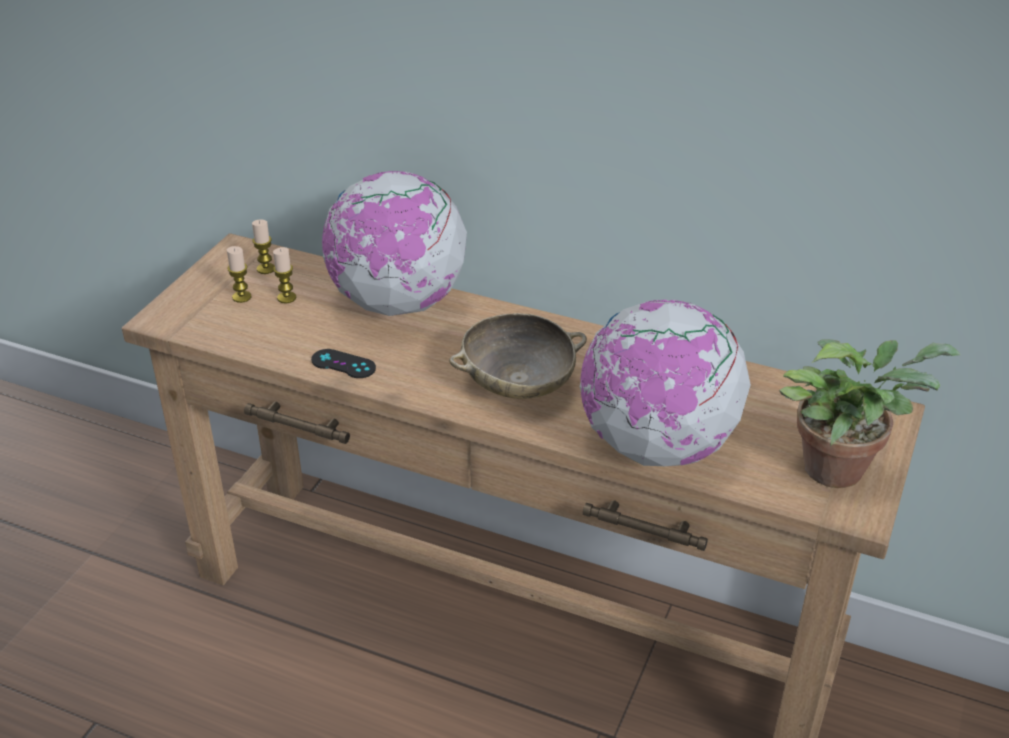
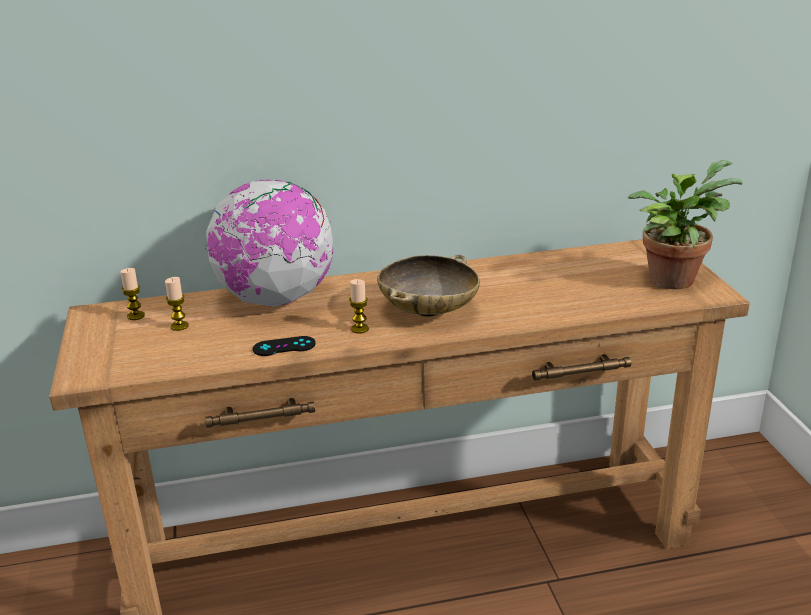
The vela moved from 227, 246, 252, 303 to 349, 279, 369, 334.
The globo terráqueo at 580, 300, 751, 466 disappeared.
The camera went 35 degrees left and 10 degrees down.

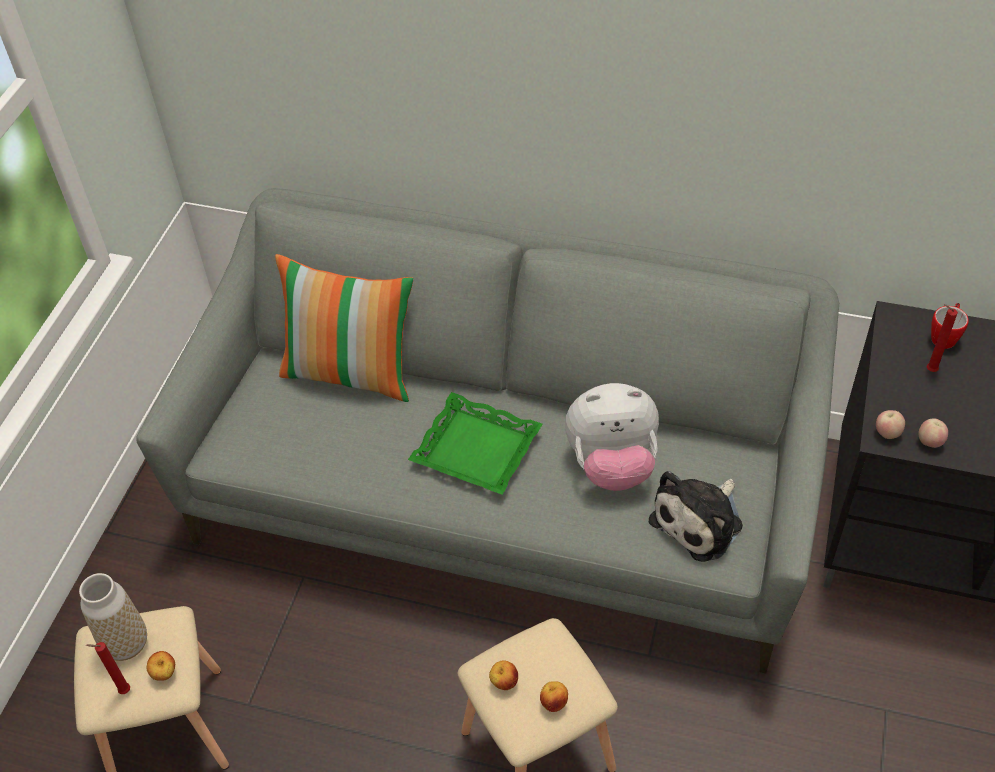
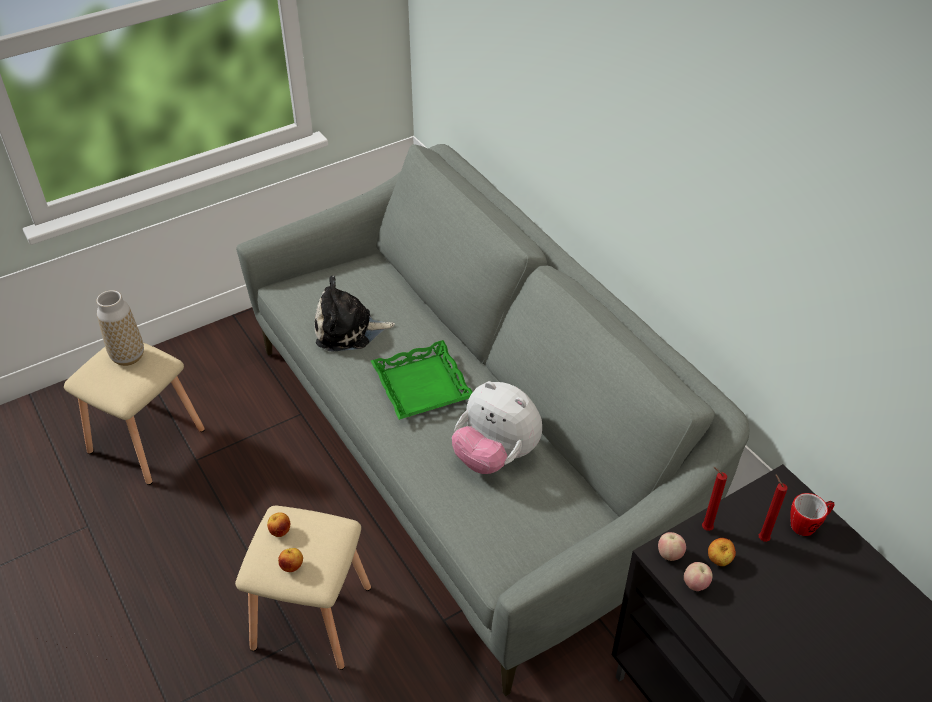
The cojín at 275, 254, 414, 402 disappeared.
The peluche moved from 649, 471, 743, 562 to 315, 275, 395, 352.
The vela [rojo] moved from 86, 642, 130, 694 to 702, 467, 727, 531.
The manzana moved from 147, 651, 175, 680 to 708, 538, 736, 566.
The camera went 40 degrees right and 5 degrees down.

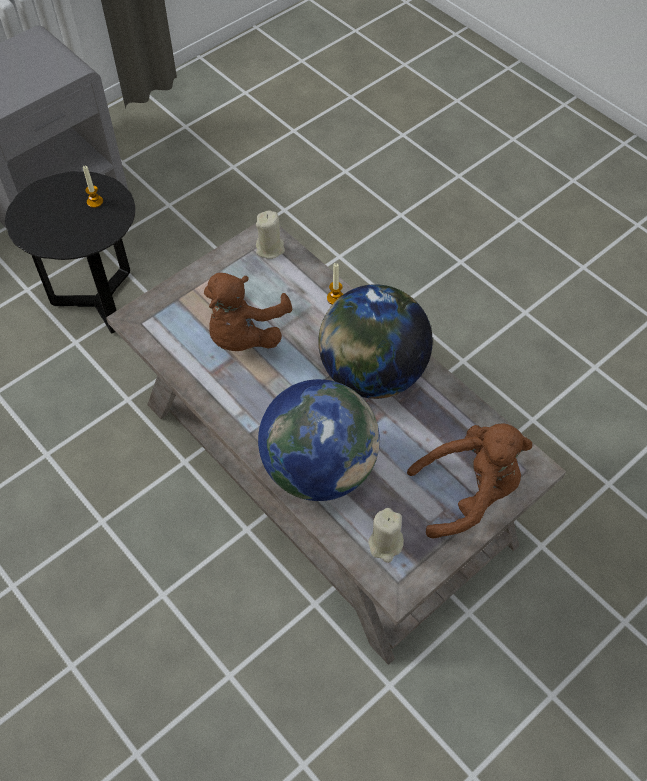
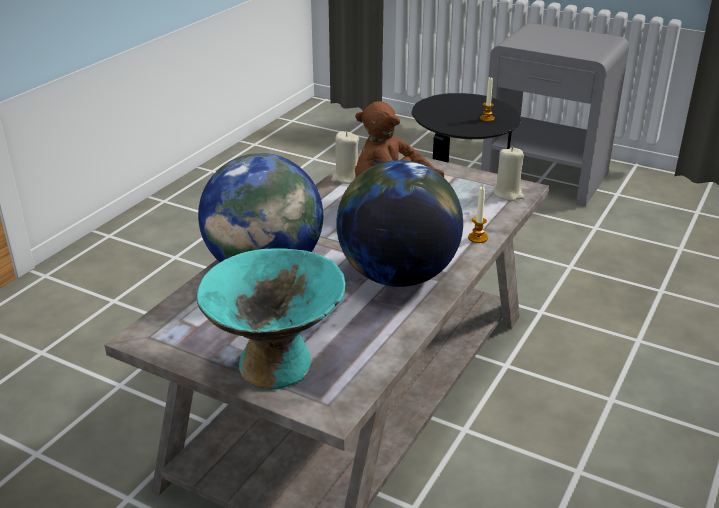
The peluche [marrón] at 407, 423, 532, 538 was replaced by the cuenco [turquesa] at 197, 248, 345, 390.
The vela [beis] moved from 368, 508, 404, 563 to 331, 131, 359, 184.
The camera went 70 degrees right and 25 degrees down.

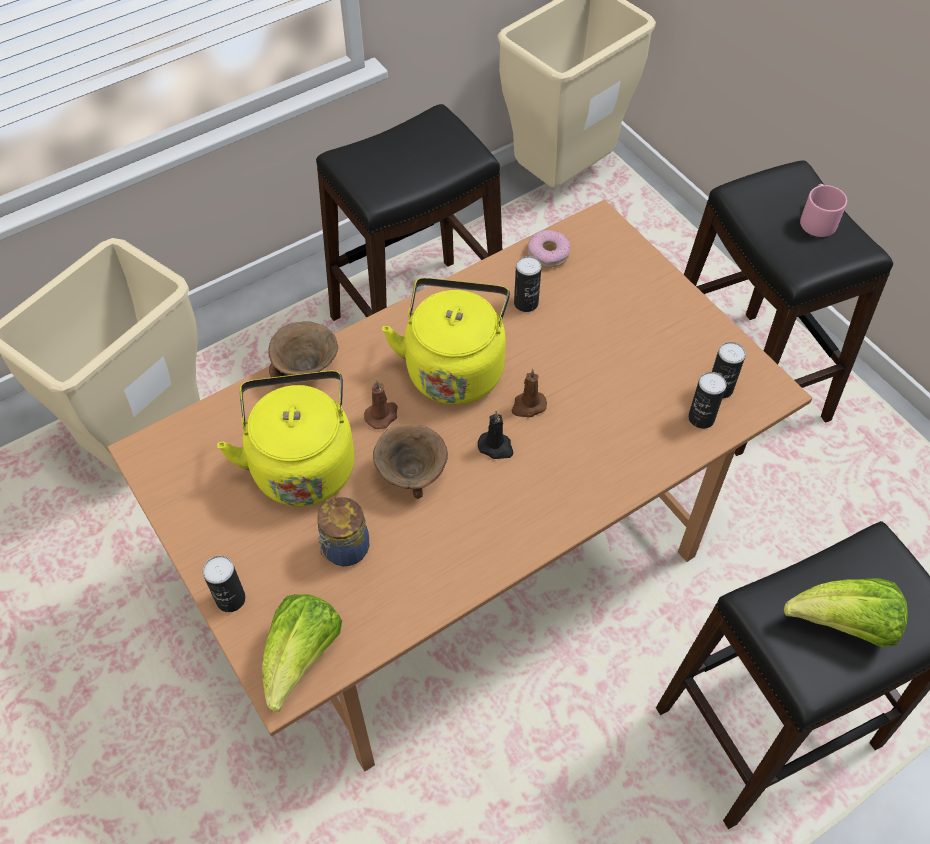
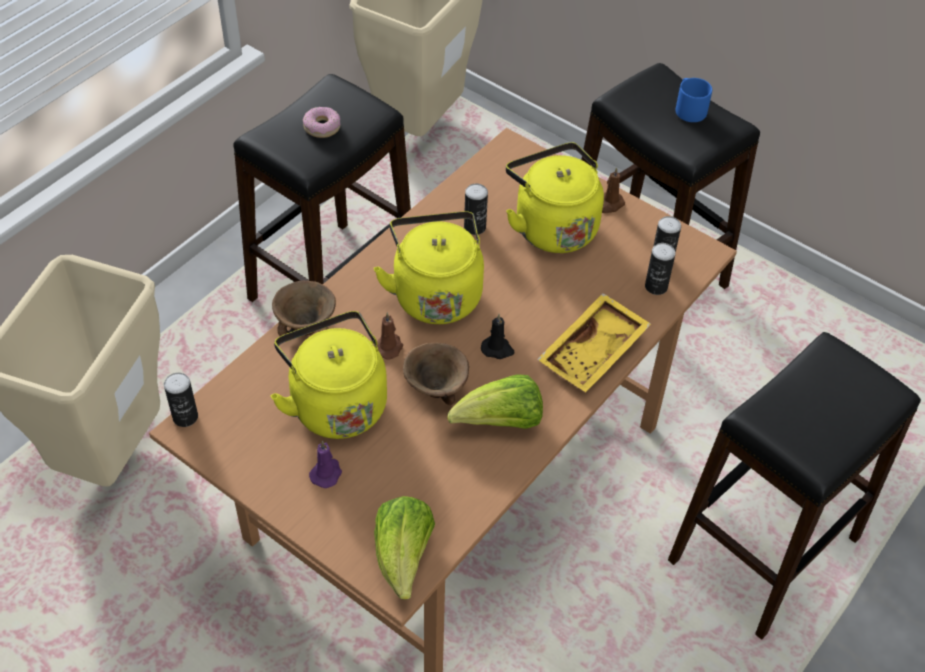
The taza grande [rosa] at 800, 184, 847, 237 became the taza grande [azul] at 676, 78, 712, 122.
The rosquilla moved from 528, 230, 570, 268 to 303, 107, 340, 138.
The vela [marrón] moved from 511, 369, 547, 418 to 602, 167, 625, 213.
The tarro at 317, 497, 369, 566 disappeared.
The lata moved from 203, 556, 246, 612 to 164, 373, 198, 427.
The lechuga moved from 784, 579, 908, 647 to 447, 374, 543, 429.
The hervidor [amarillo] at 506, 143, 604, 253 appeared.
The bandeja [amarillo] at 537, 293, 651, 392 appeared.
The vela [morado] at 309, 440, 342, 488 appeared.
The camera went 20 degrees left and 5 degrees down.

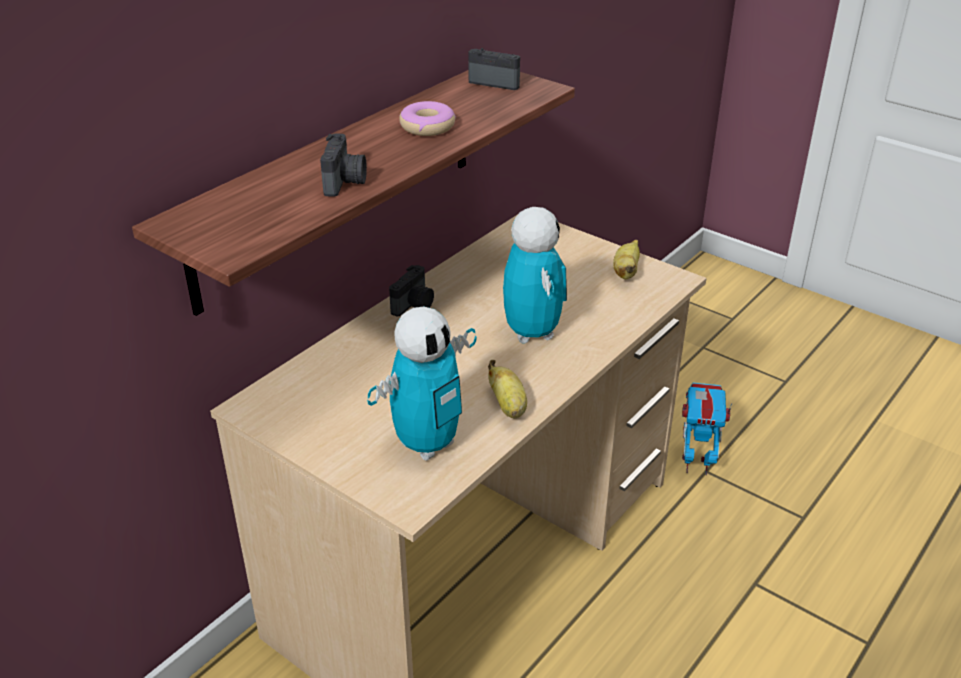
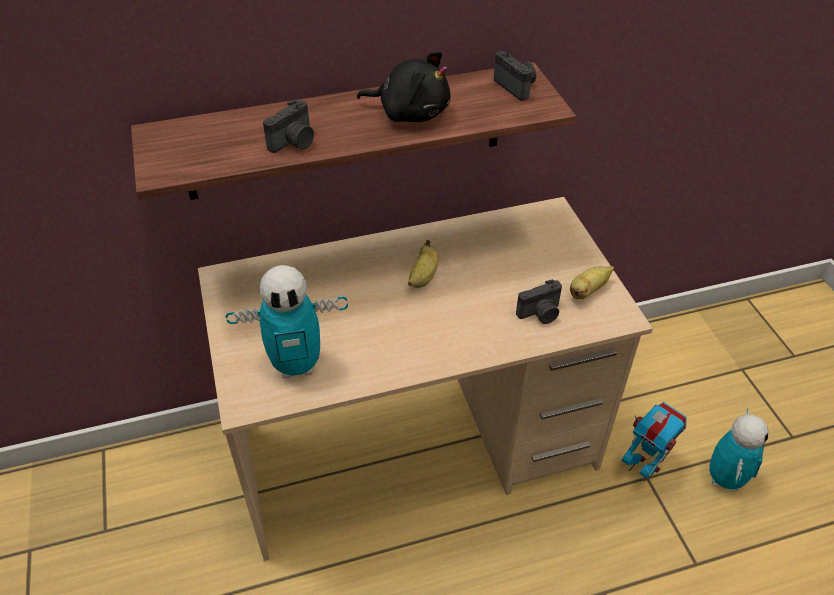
The rosquilla at 399, 101, 456, 136 was replaced by the peluche [negro] at 357, 51, 451, 122.
The robot de juguete moved from 503, 207, 567, 344 to 709, 409, 769, 491.
The cámara moved from 389, 265, 434, 317 to 516, 279, 562, 324.
The plátano moved from 488, 360, 527, 419 to 408, 240, 438, 288.
The camera went 35 degrees right and 10 degrees up.

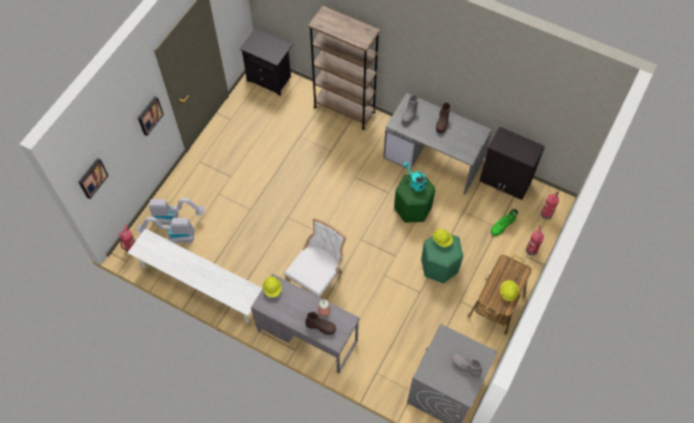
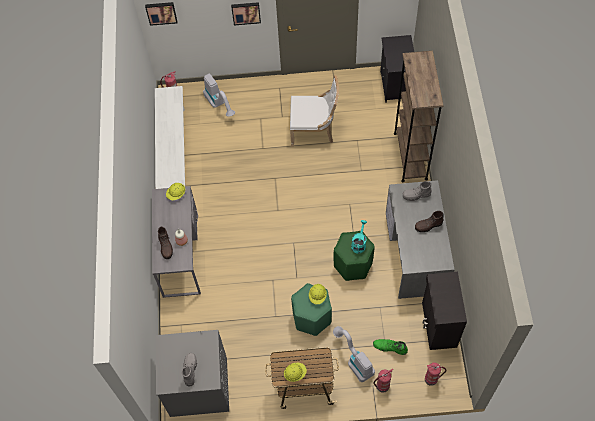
The aspiradora moved from 137, 217, 195, 243 to 333, 326, 375, 382.
The silla [blanco] moved from 284, 217, 346, 298 to 290, 75, 339, 147.
The camera went 60 degrees right and 0 degrees up.

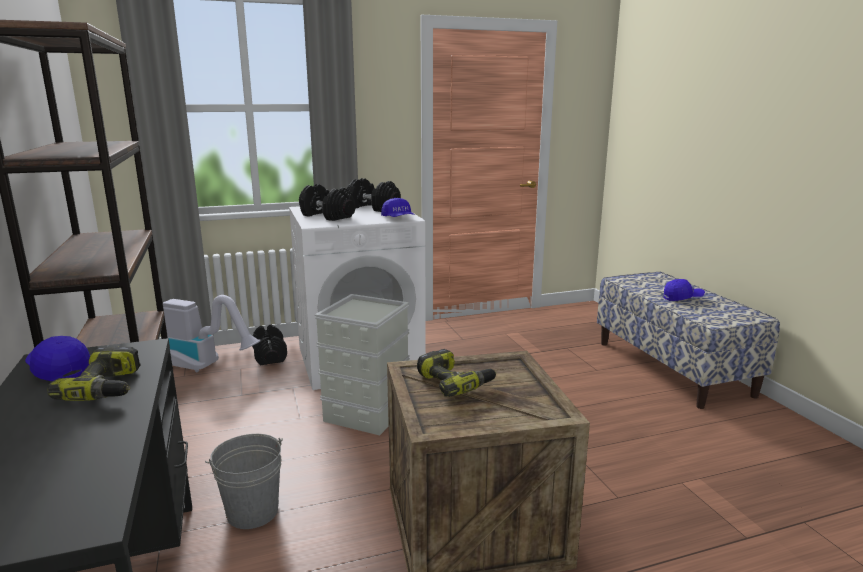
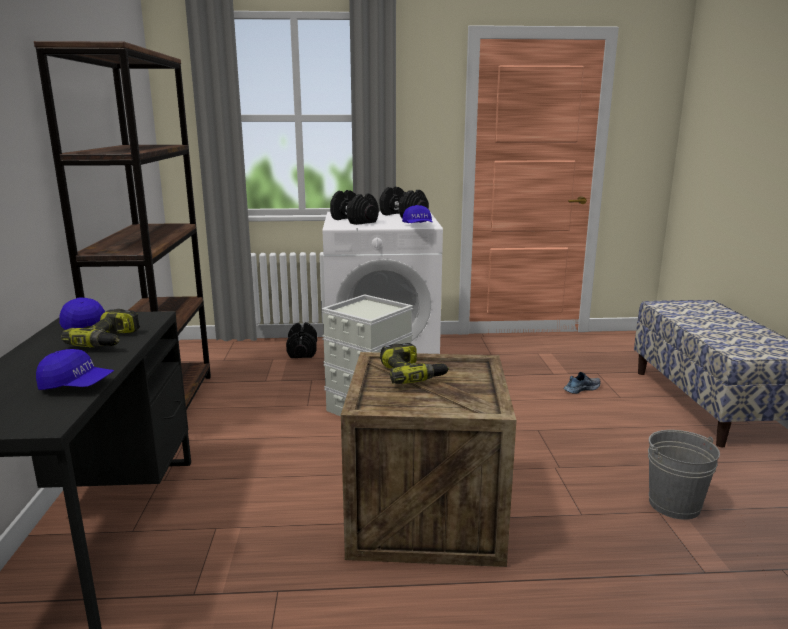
The gorra [azul] moved from 663, 279, 705, 301 to 36, 349, 114, 390.
The aspiradora at 163, 295, 261, 372 disappeared.
The cubo [gris] moved from 205, 434, 283, 529 to 648, 430, 720, 520.
The zapato at 563, 372, 601, 394 appeared.
The camera went 15 degrees right and 0 degrees up.

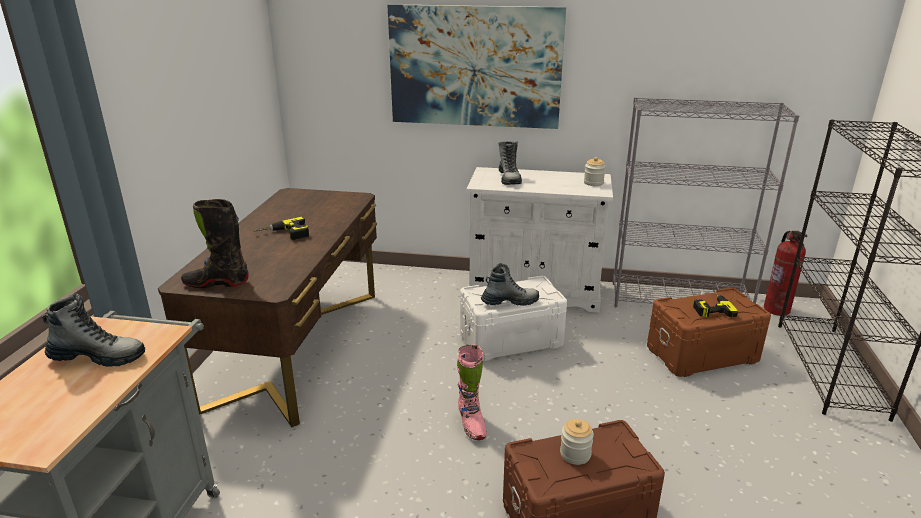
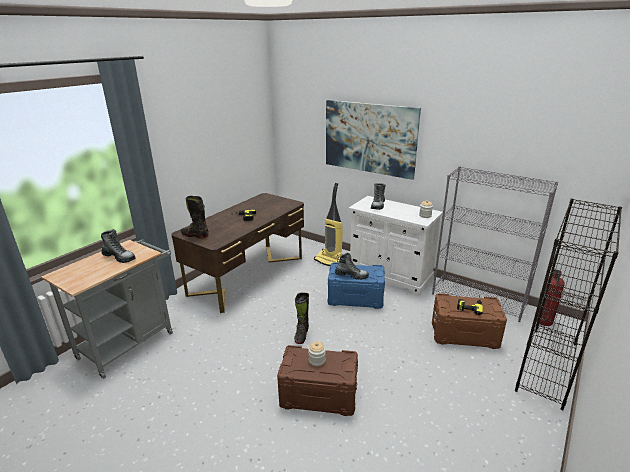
The caja de almacenaje [blanco] at 460, 276, 567, 361 became the caja de almacenaje [azul] at 328, 262, 385, 309.
The bota [rosa] at 457, 345, 487, 440 became the bota [negro] at 294, 292, 309, 344.
The aspiradora at 314, 183, 343, 266 appeared.
The camera went 25 degrees right and 0 degrees up.

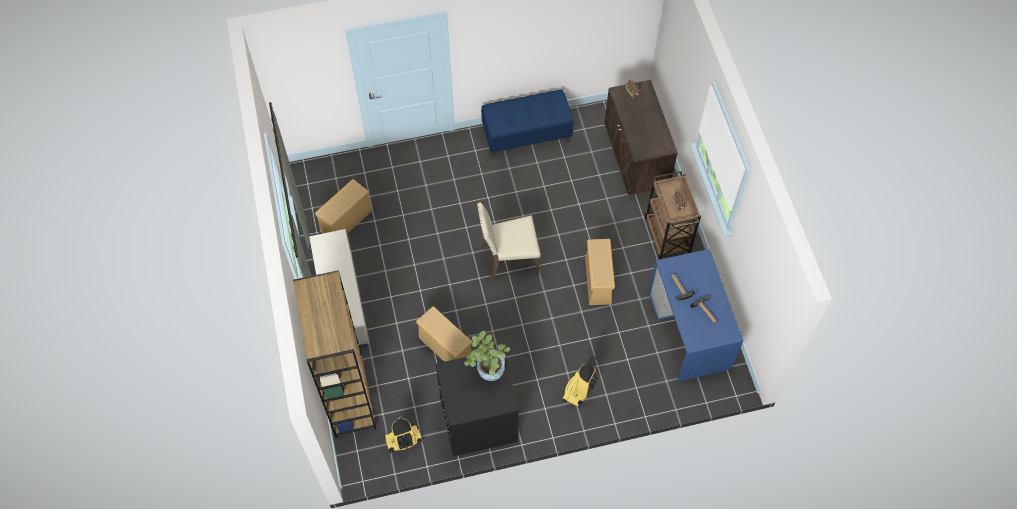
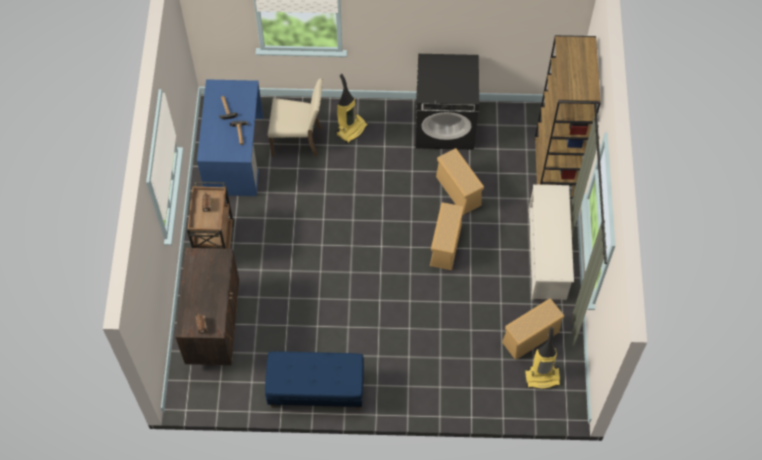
The silla [beis] moved from 477, 203, 541, 280 to 268, 78, 323, 157.
The caja de almacenaje [beis] moved from 585, 239, 615, 305 to 430, 202, 464, 270.
The planta en maceta at 464, 331, 510, 381 disappeared.
The aspiradora moved from 384, 415, 422, 454 to 525, 327, 561, 389.
The camera went 165 degrees left and 0 degrees up.

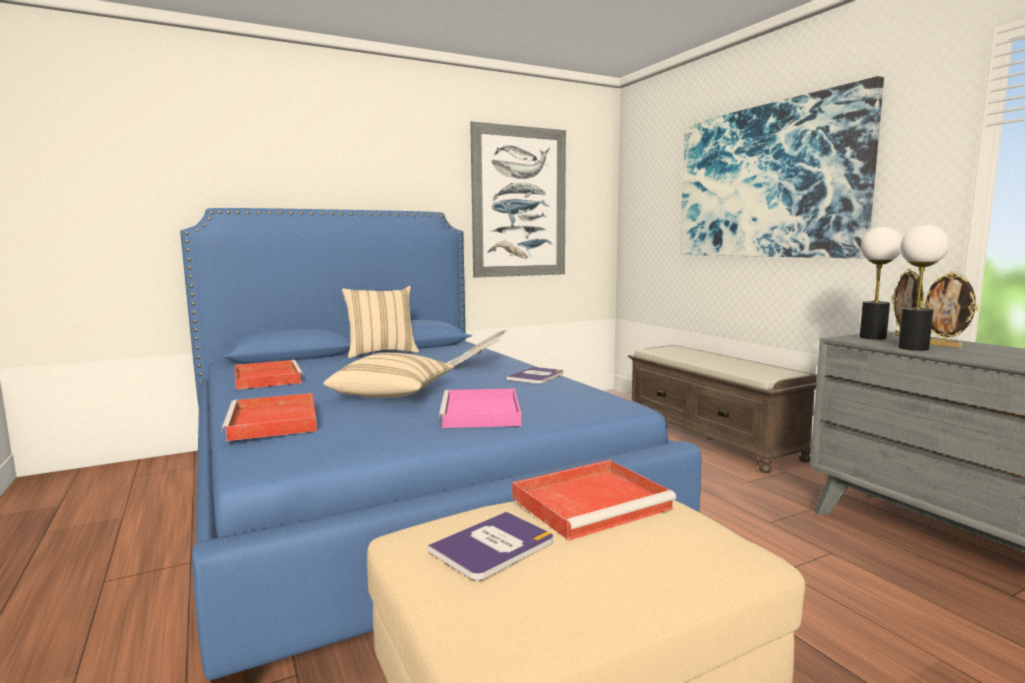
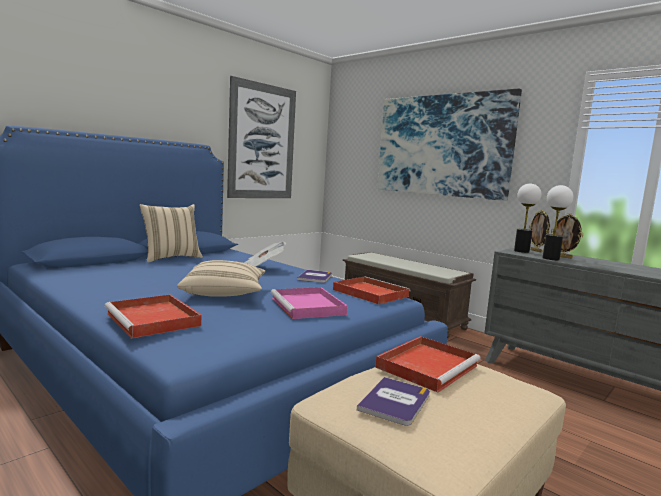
The bandeja [rojo] moved from 234, 360, 304, 390 to 333, 276, 410, 305.
The camera went 20 degrees left and 0 degrees up.

